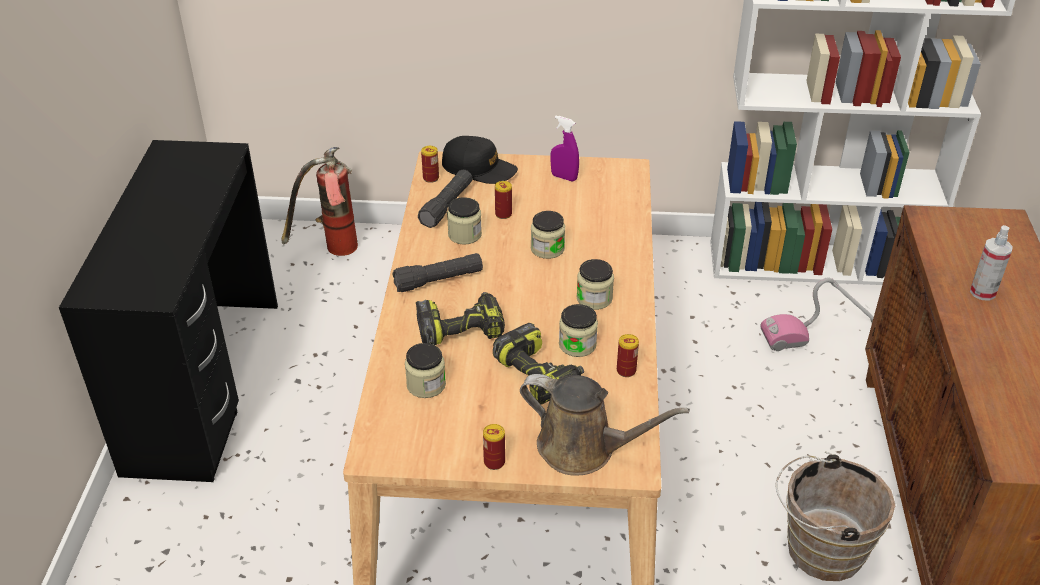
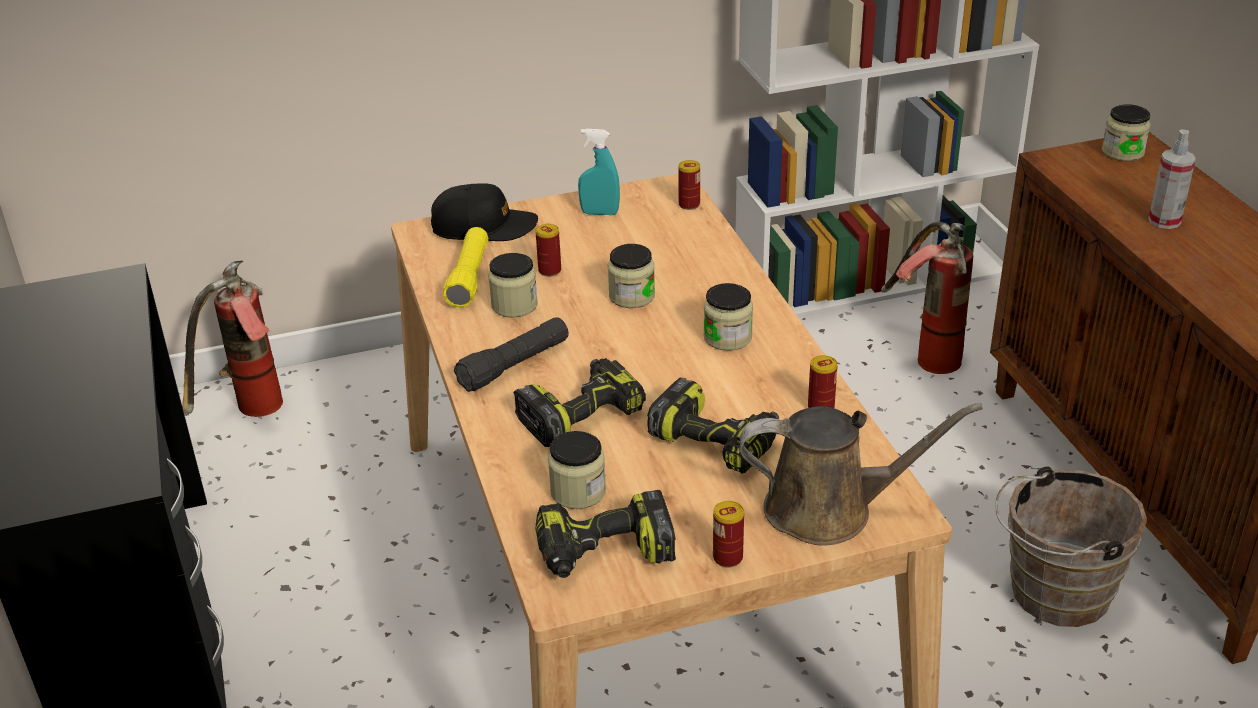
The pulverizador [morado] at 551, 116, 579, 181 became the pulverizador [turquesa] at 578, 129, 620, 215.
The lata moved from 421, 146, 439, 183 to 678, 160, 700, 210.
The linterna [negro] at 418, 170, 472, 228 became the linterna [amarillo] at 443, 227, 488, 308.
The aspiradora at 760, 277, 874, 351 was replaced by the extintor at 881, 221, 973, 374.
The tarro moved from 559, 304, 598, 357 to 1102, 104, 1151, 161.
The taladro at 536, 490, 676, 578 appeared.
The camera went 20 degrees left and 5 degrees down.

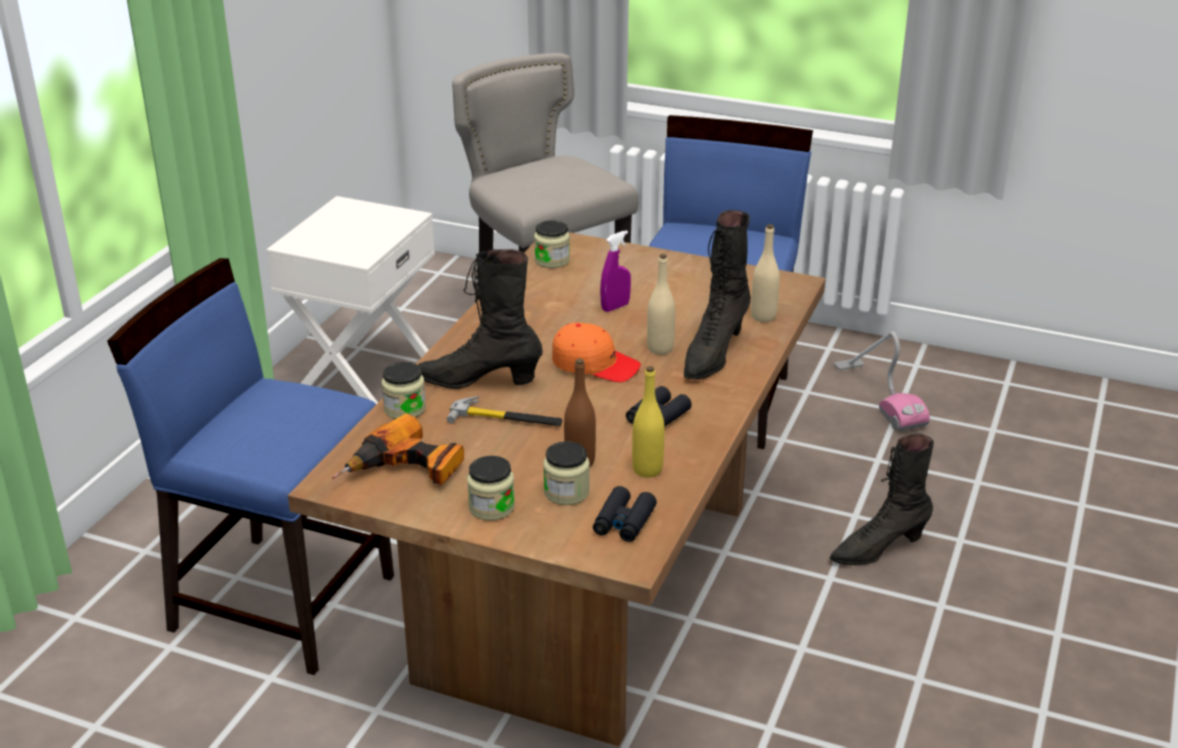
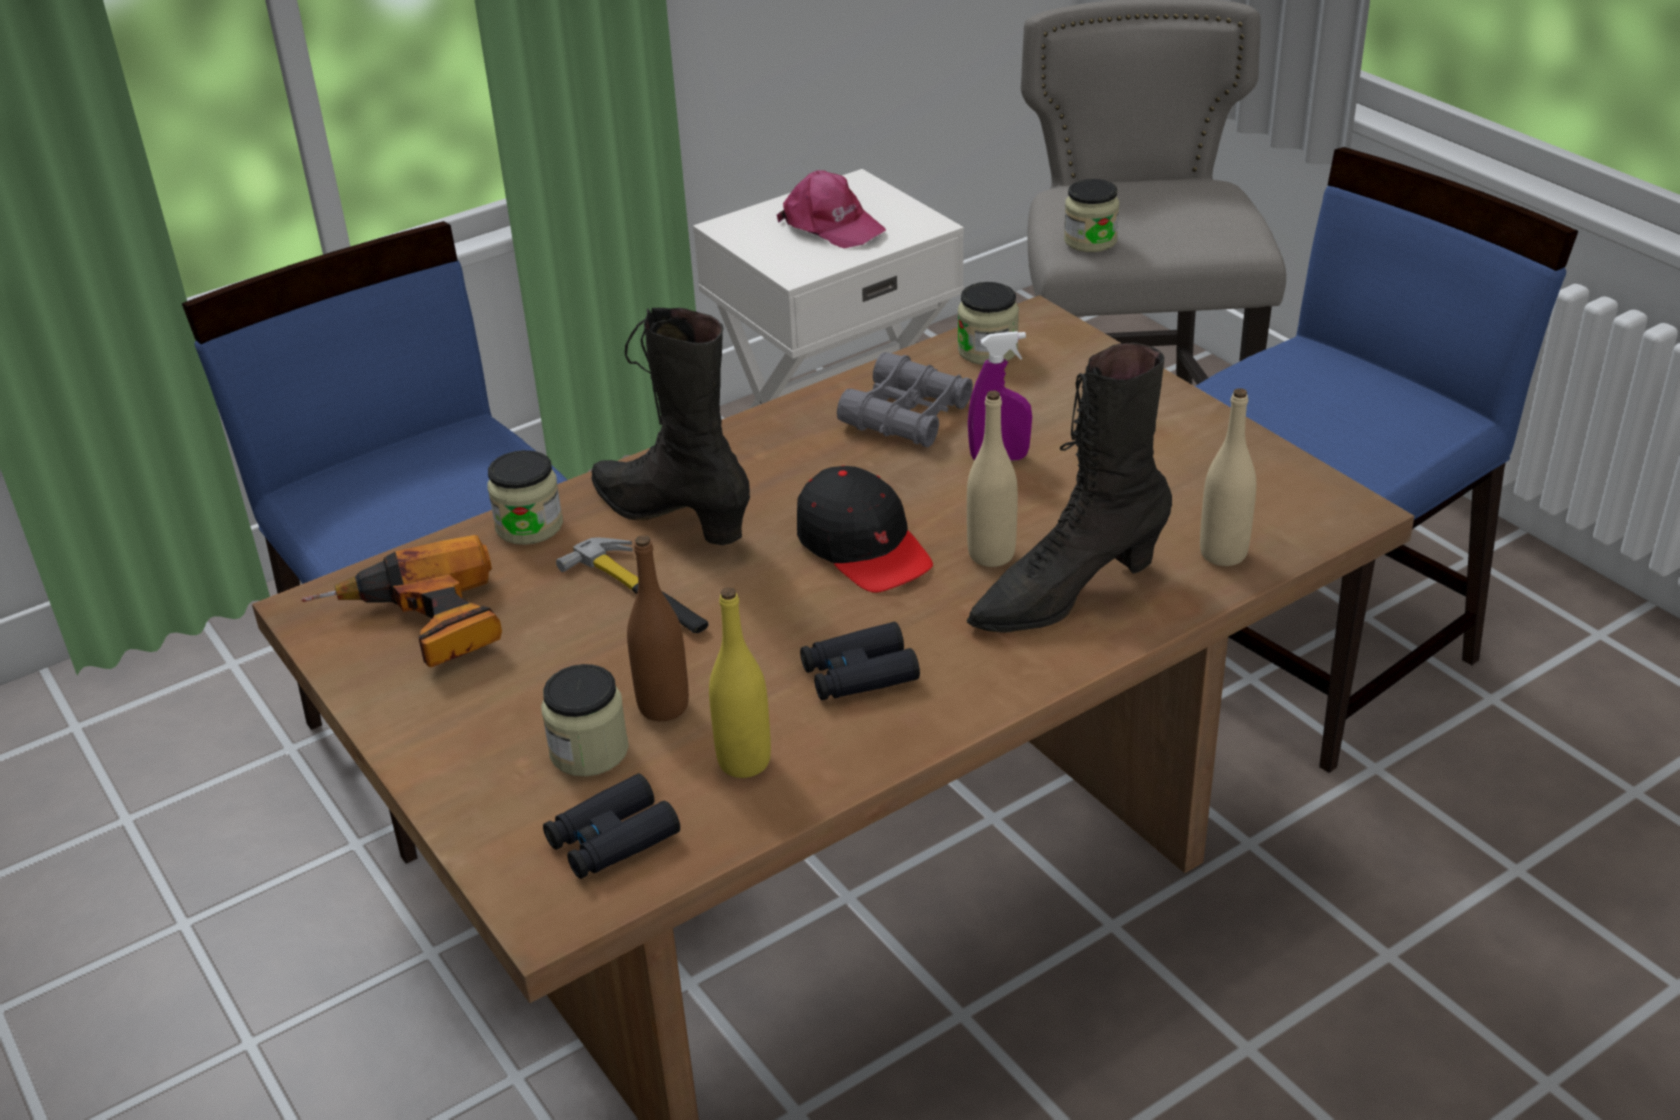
The gorra [naranja] at 552, 323, 641, 382 became the gorra [negro] at 797, 466, 933, 593.
The aspiradora at 834, 331, 930, 431 disappeared.
The bota [negro] at 829, 434, 934, 565 disappeared.
The tarro moved from 467, 456, 515, 521 to 1064, 179, 1119, 252.
The gorra [rosa] at 777, 170, 886, 248 appeared.
The prismáticos [gris] at 837, 352, 973, 447 appeared.
The camera went 35 degrees right and 5 degrees up.

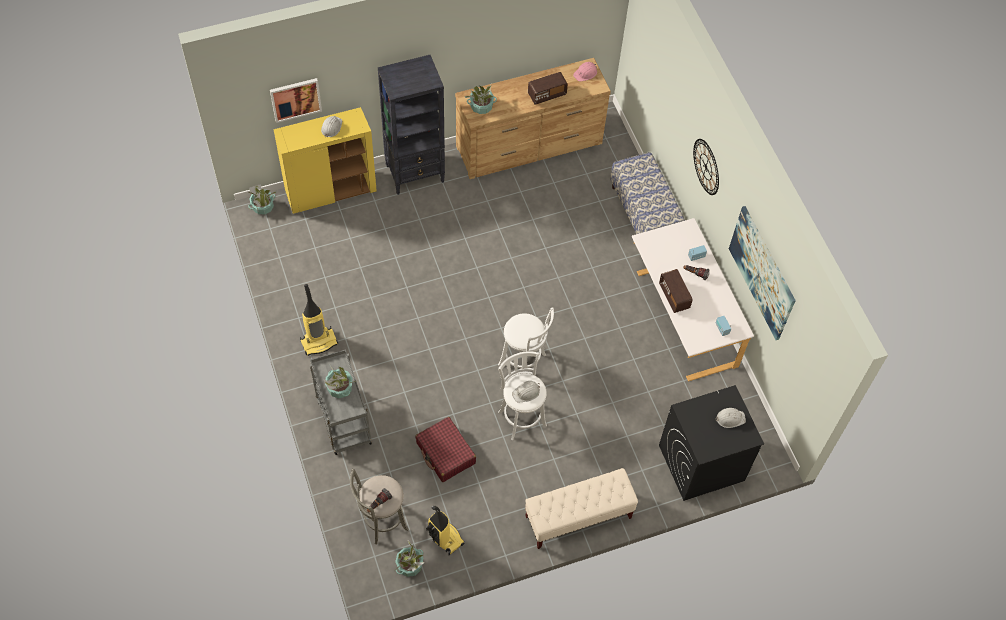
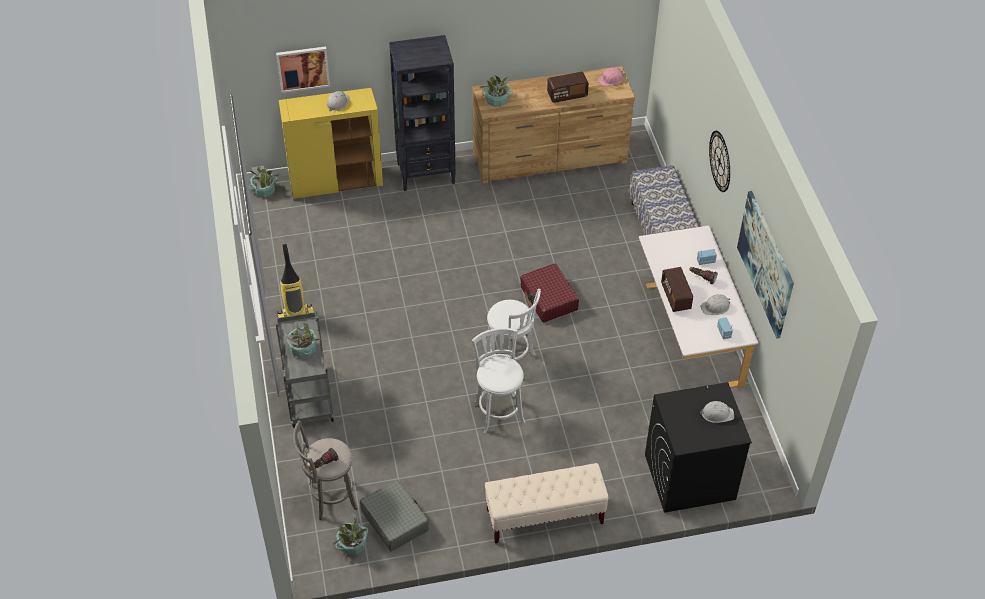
The casco [blanco] moved from 512, 381, 540, 403 to 700, 294, 730, 315.
The maleta [rojo] moved from 415, 417, 476, 482 to 520, 263, 579, 323.
The aspiradora at 426, 506, 464, 555 was replaced by the maleta [gris] at 360, 480, 429, 552.
The camera went 10 degrees right and 10 degrees down.

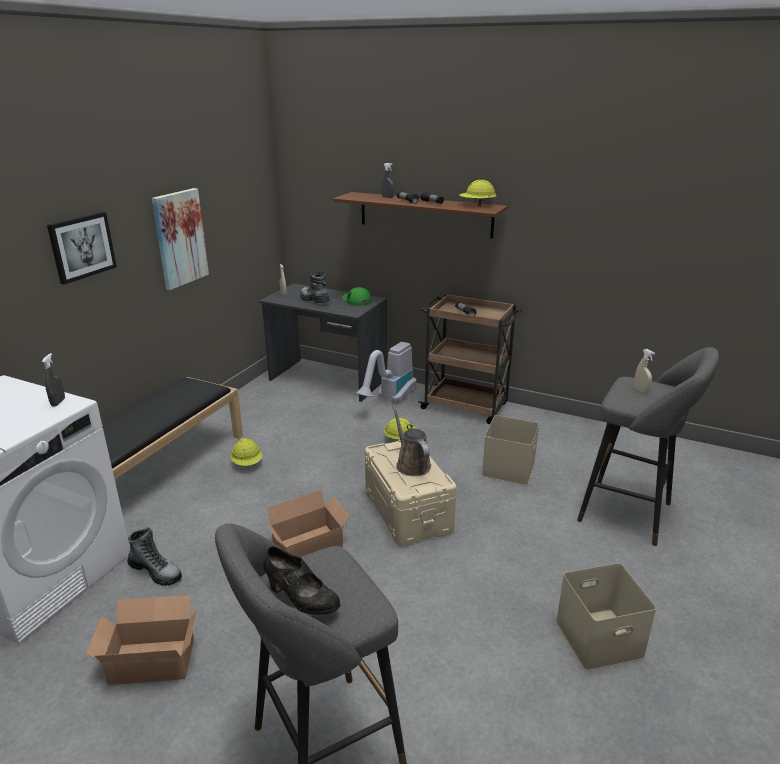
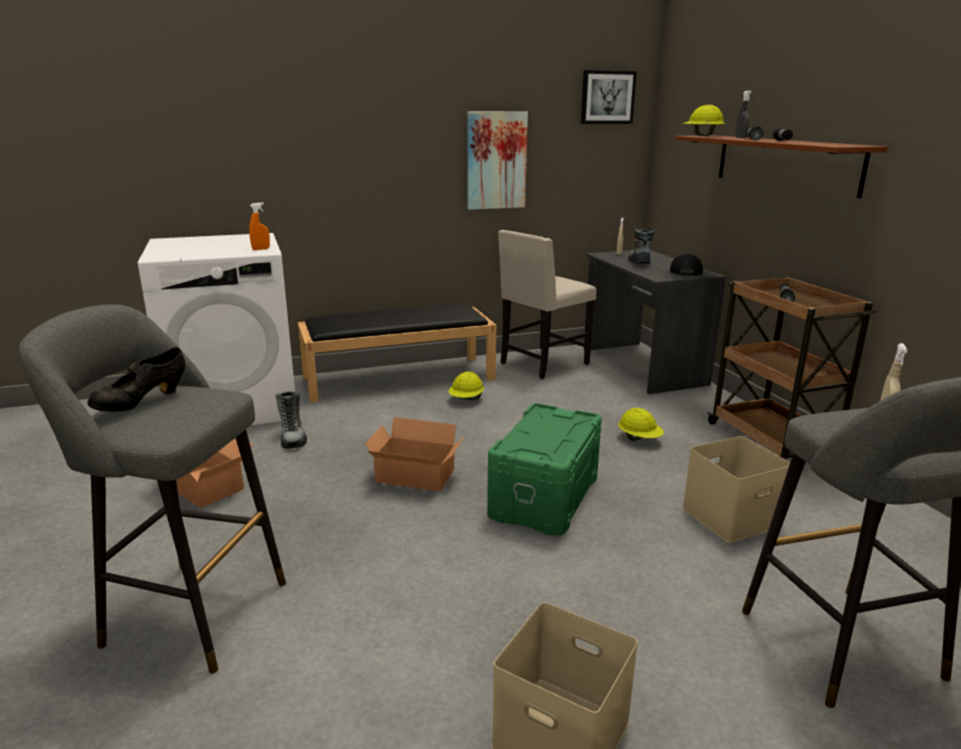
The casco [amarillo] moved from 459, 180, 497, 206 to 684, 105, 725, 136.
The cuadro moved from 47, 212, 117, 285 to 581, 70, 637, 124.
The gorra [verde] at 342, 287, 371, 306 became the gorra [negro] at 670, 254, 703, 276.
The aspiradora at 356, 342, 417, 402 disappeared.
The pulverizador [gris] at 42, 353, 65, 407 became the pulverizador [naranja] at 249, 202, 270, 250.
The regadera [marrón] at 392, 405, 431, 476 disappeared.
The caja de almacenaje [beis] at 365, 440, 457, 546 became the caja de almacenaje [verde] at 487, 403, 602, 536.
The zapato [negro] at 263, 546, 340, 615 turned 45 degrees clockwise.
The silla [beis] at 498, 230, 596, 379 appeared.
The camera went 45 degrees right and 5 degrees down.

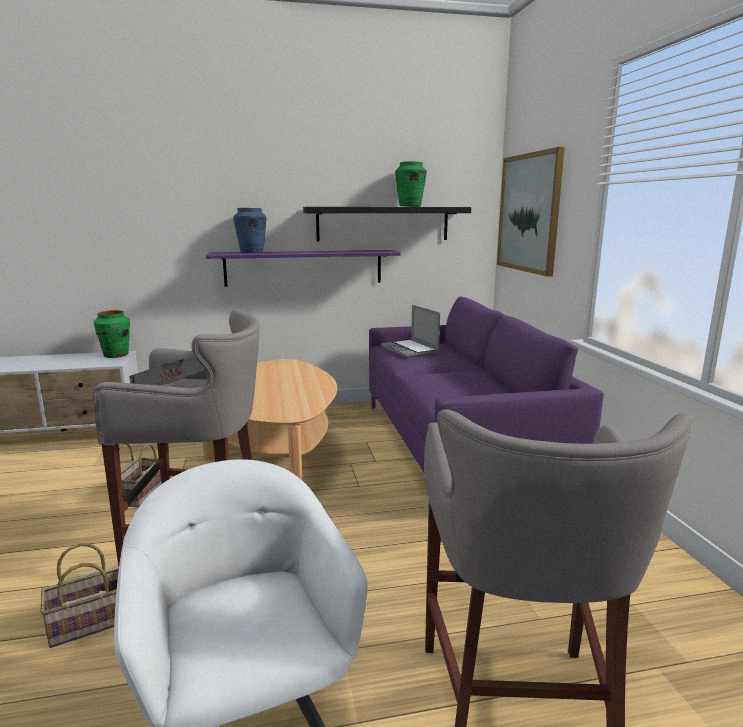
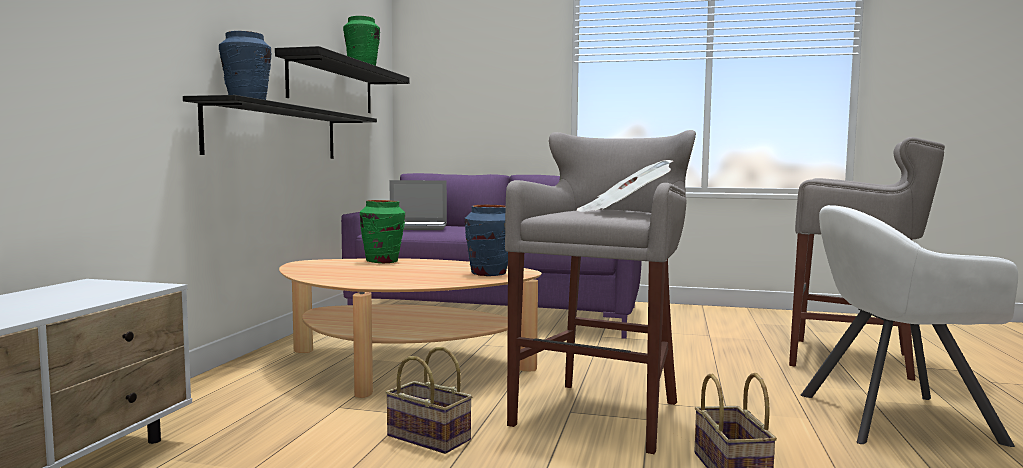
The cuadro at 497, 147, 565, 277 disappeared.
The estante [morado] at 206, 250, 401, 287 became the estante [negro] at 183, 95, 377, 159.
The florero [verde] moved from 94, 310, 130, 358 to 359, 200, 405, 264.
The florero [azul] at 464, 205, 508, 276 appeared.
The camera went 65 degrees left and 10 degrees down.

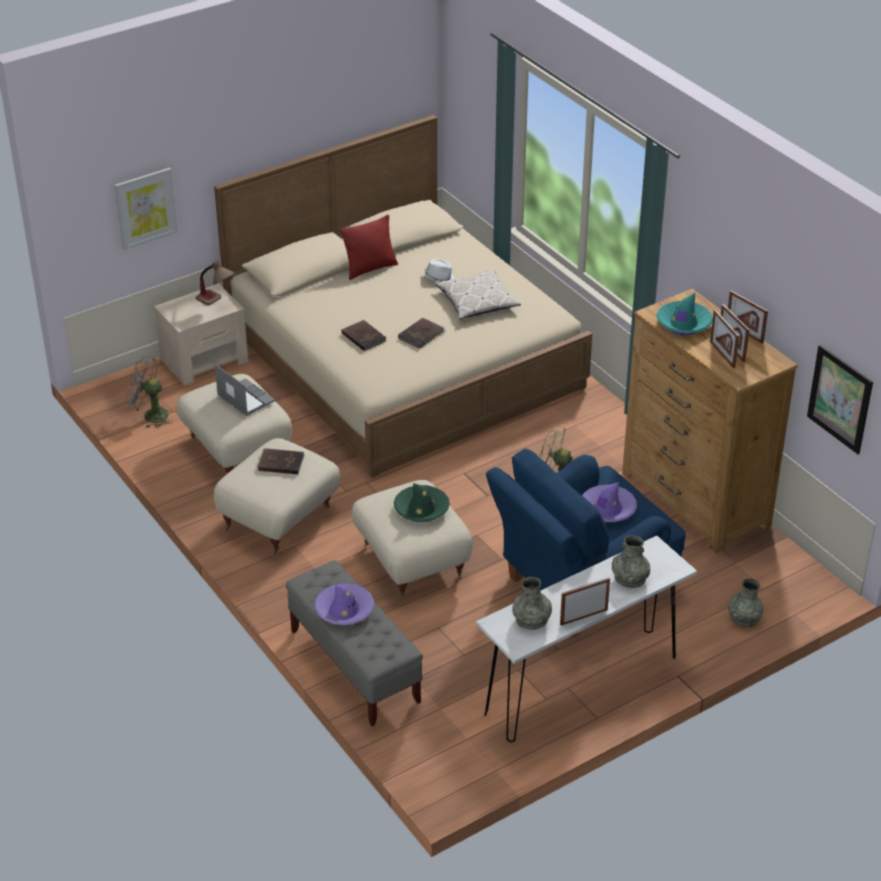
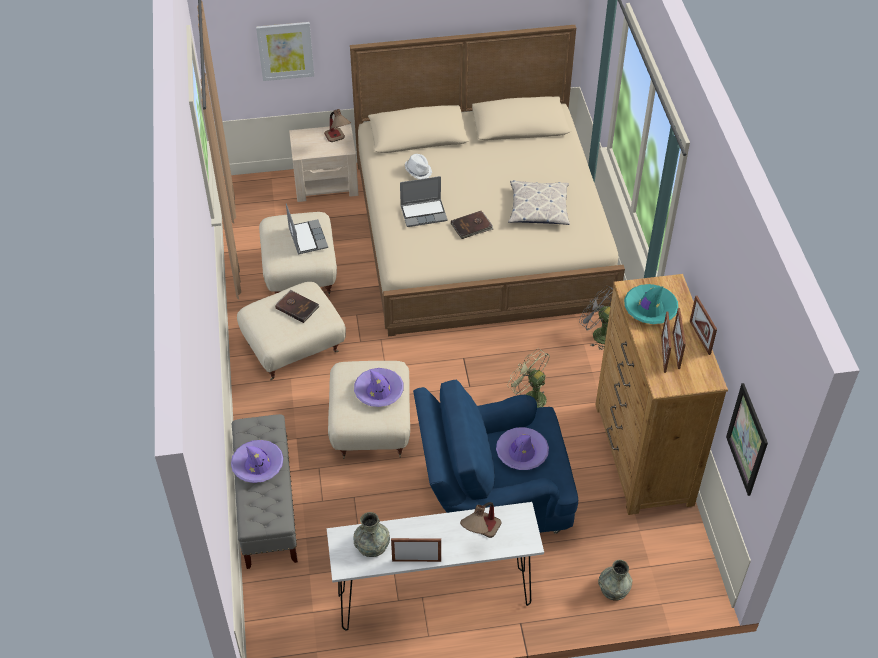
The cojín [rojo] at 340, 215, 398, 280 disappeared.
The sombrero [blanco] moved from 423, 259, 455, 282 to 405, 154, 432, 179.
The libro [marrón] at 341, 320, 386, 351 was replaced by the portátil at 400, 176, 448, 227.
The ventilador [gris] moved from 126, 356, 173, 428 to 579, 285, 613, 350.
The sombrero [verde] at 394, 483, 450, 523 became the sombrero [morado] at 354, 368, 404, 407.
The florero [gris] at 612, 535, 650, 588 was replaced by the lámpara de mesa at 460, 502, 502, 538.
The camera went 25 degrees right and 10 degrees up.

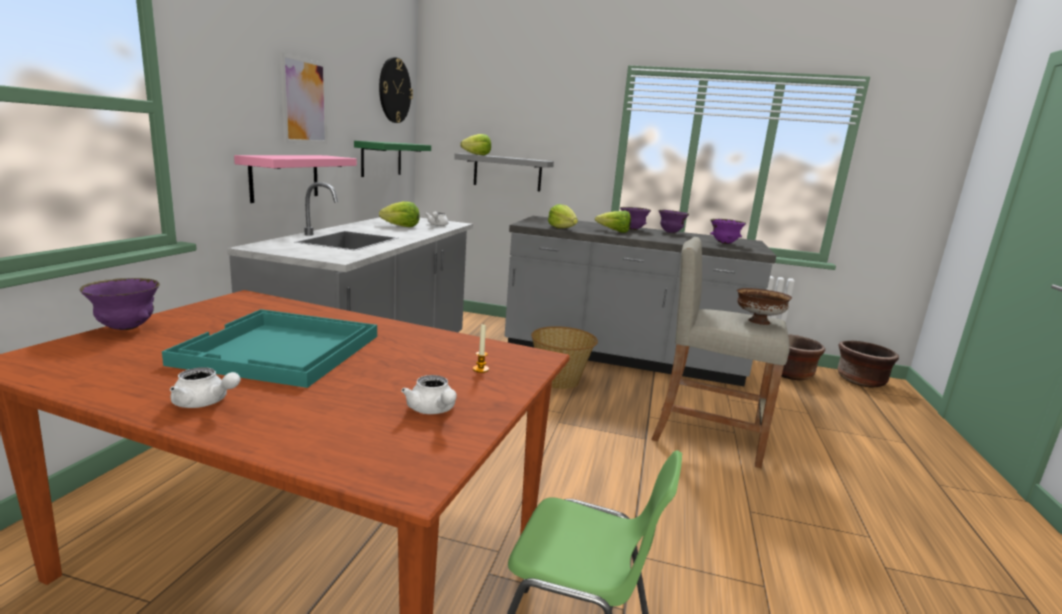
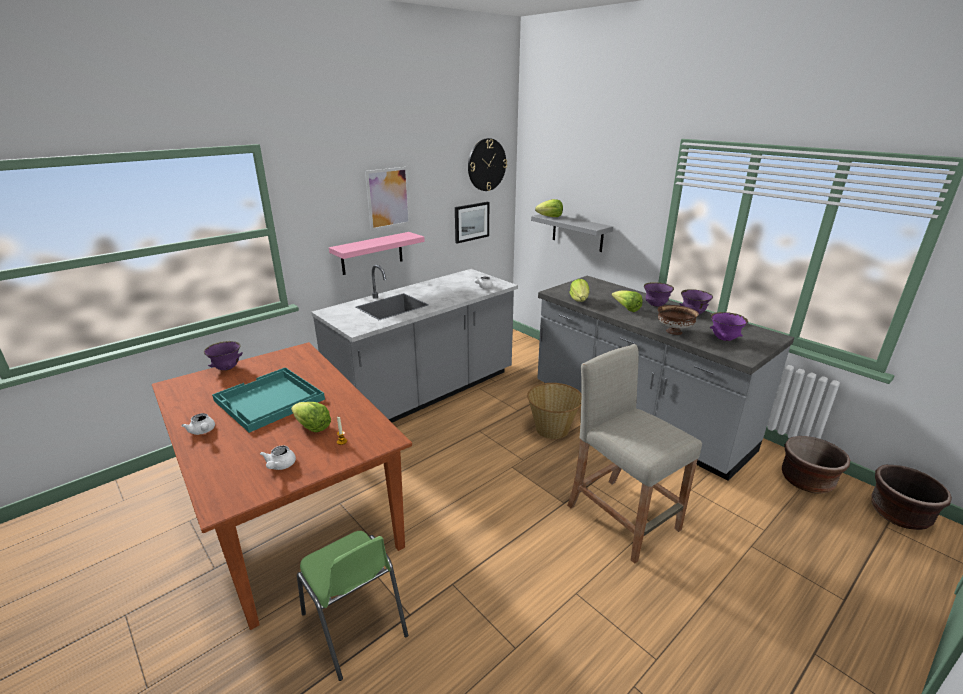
The estante [verde] at 354, 141, 431, 177 was replaced by the cuadro at 455, 202, 489, 244.
The lechuga moved from 379, 201, 420, 227 to 291, 402, 331, 432.
The cuenco [marrón] moved from 737, 288, 792, 325 to 658, 305, 699, 335.
The camera went 35 degrees right and 10 degrees up.

